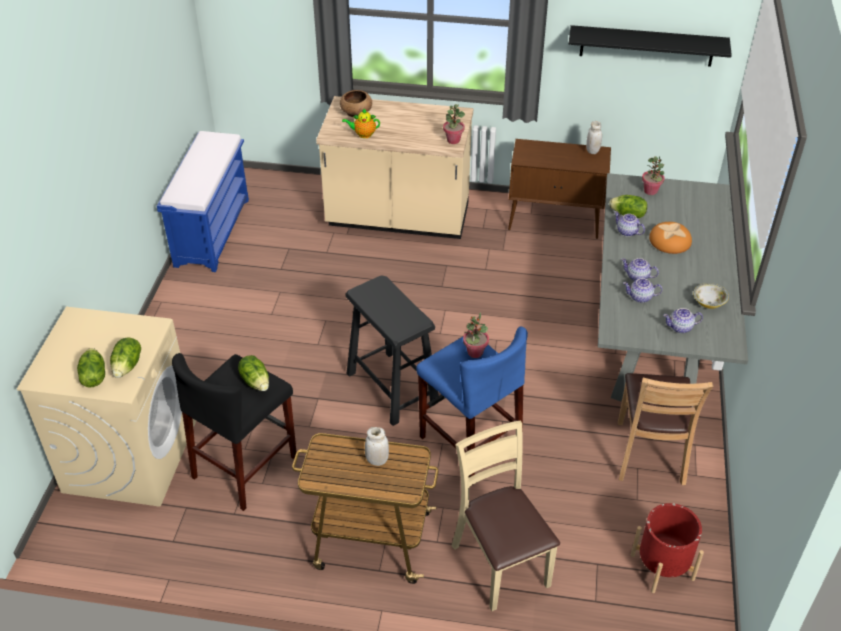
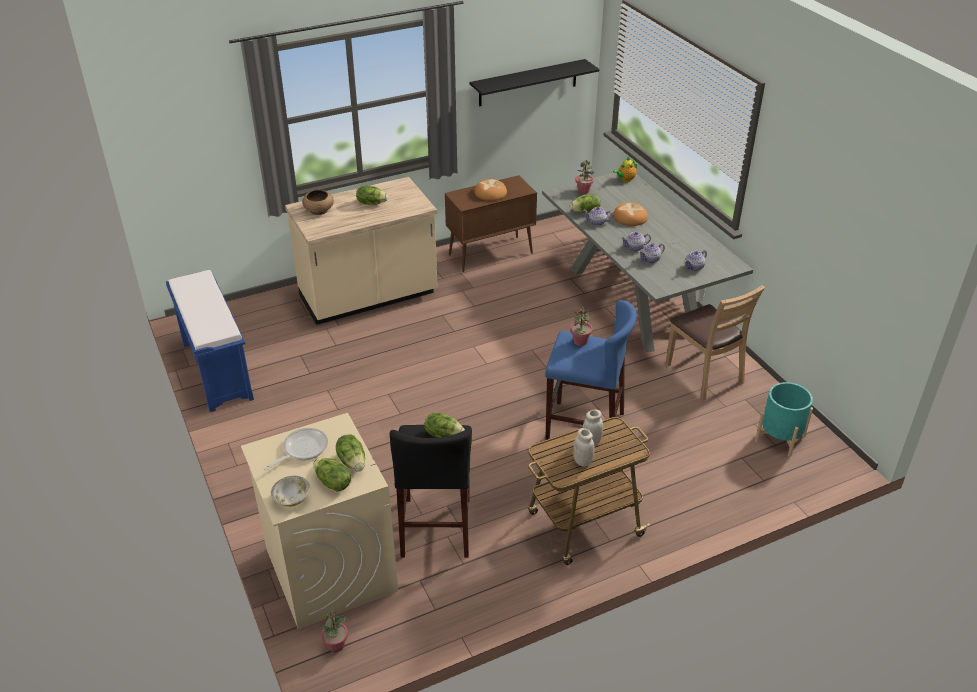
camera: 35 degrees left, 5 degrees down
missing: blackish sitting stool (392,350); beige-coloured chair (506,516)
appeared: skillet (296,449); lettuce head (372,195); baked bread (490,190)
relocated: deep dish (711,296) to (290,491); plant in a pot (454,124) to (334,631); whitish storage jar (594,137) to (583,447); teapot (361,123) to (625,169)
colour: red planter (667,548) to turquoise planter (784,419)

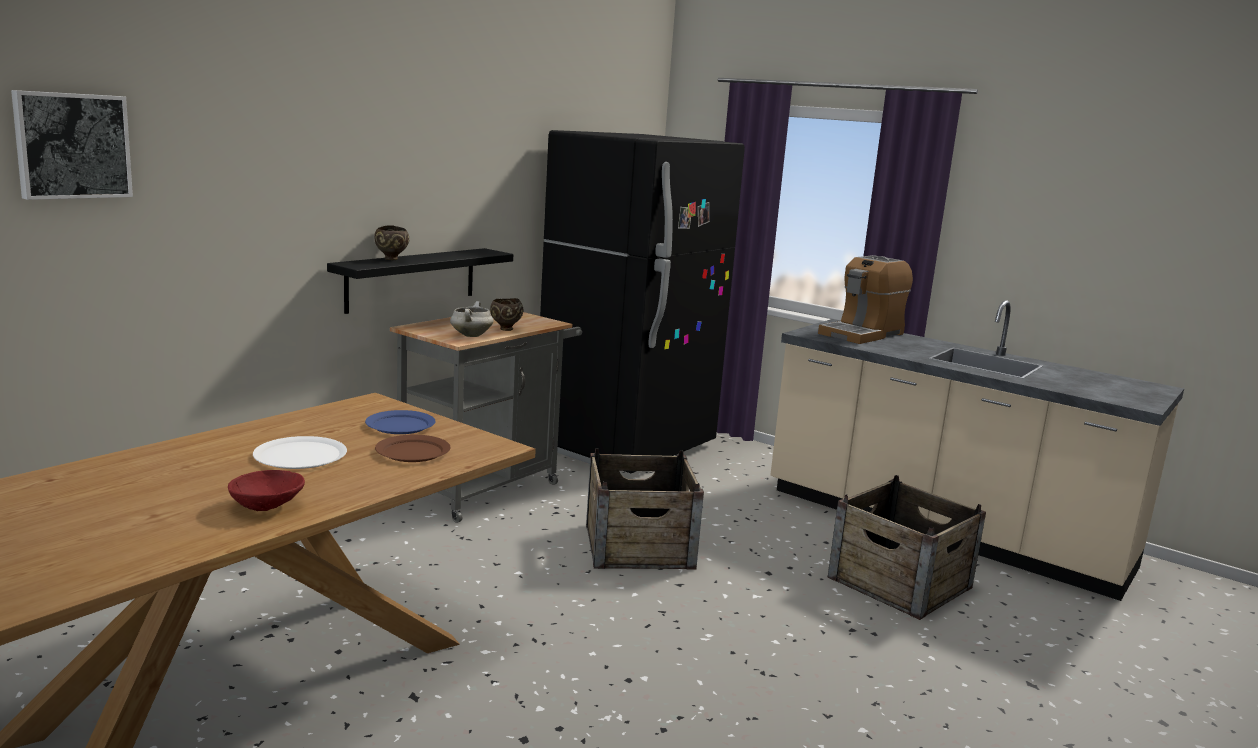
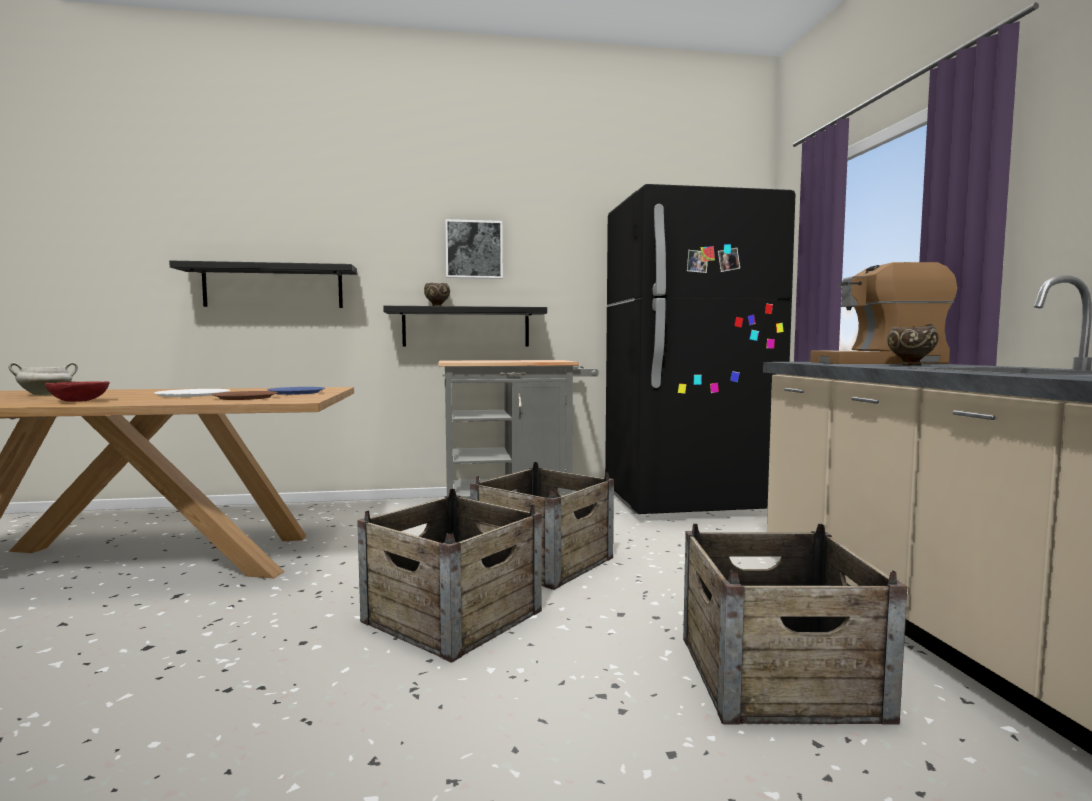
camera: 45 degrees right, 10 degrees down
appeared: blackish bracket shelf (263,284); crate (449,576)
relocated: whitish cooking pot (472,319) to (43,379); wall picture (72,145) to (474,249); brown deep dish (506,314) to (913,345)

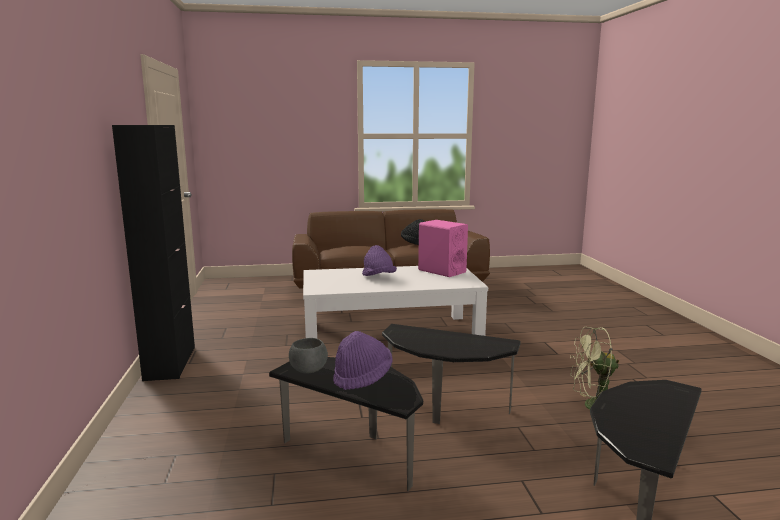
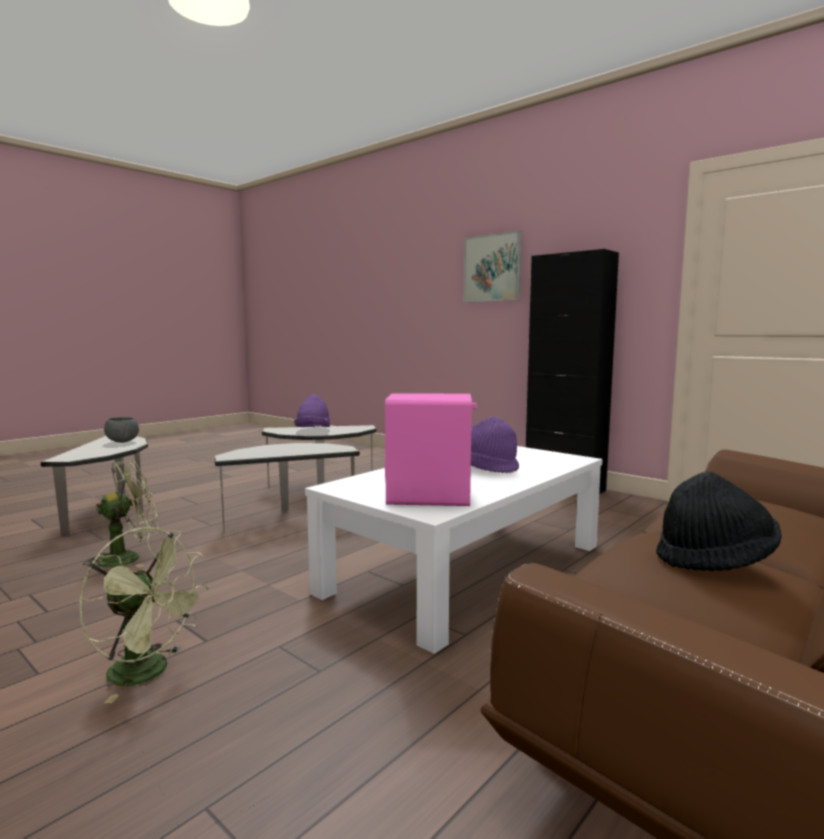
camera: 140 degrees right, 5 degrees down
appeared: green fan (143,615); wall picture (493,266)
relocated: greyish deep dish (308,356) to (121,430)

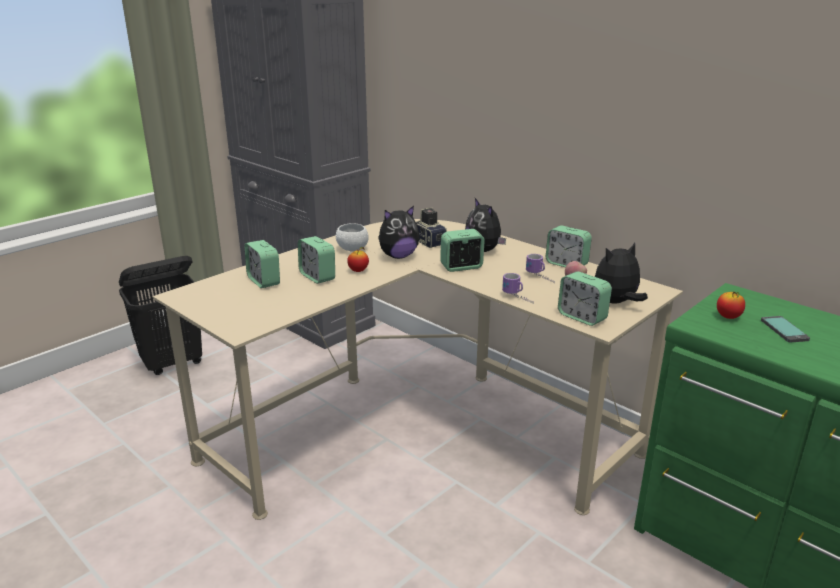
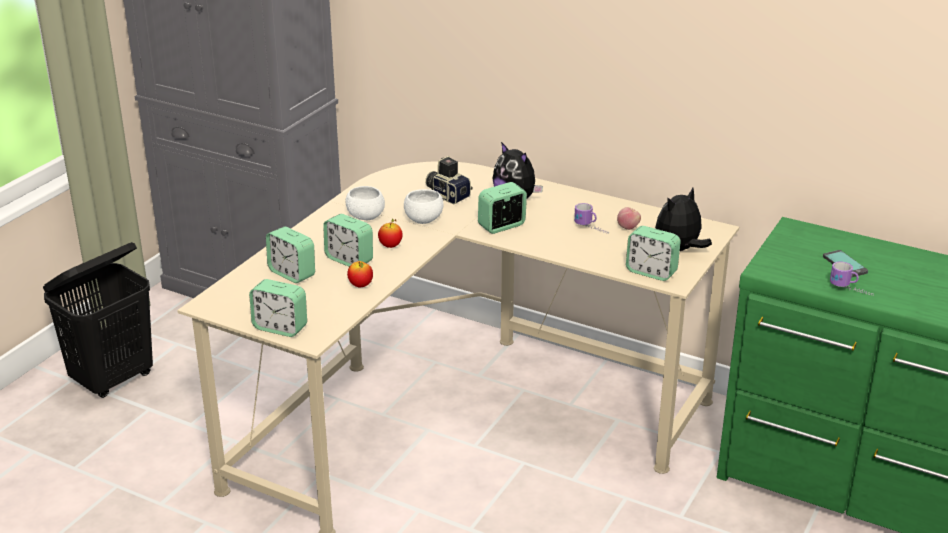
camera: 15 degrees left, 5 degrees up
relocated: alarm clock (569,246) to (278,308); whole apple (731,305) to (360,274); mug (518,288) to (852,278)
exchanged: plush toy (399,232) to whitish deep dish (423,206)

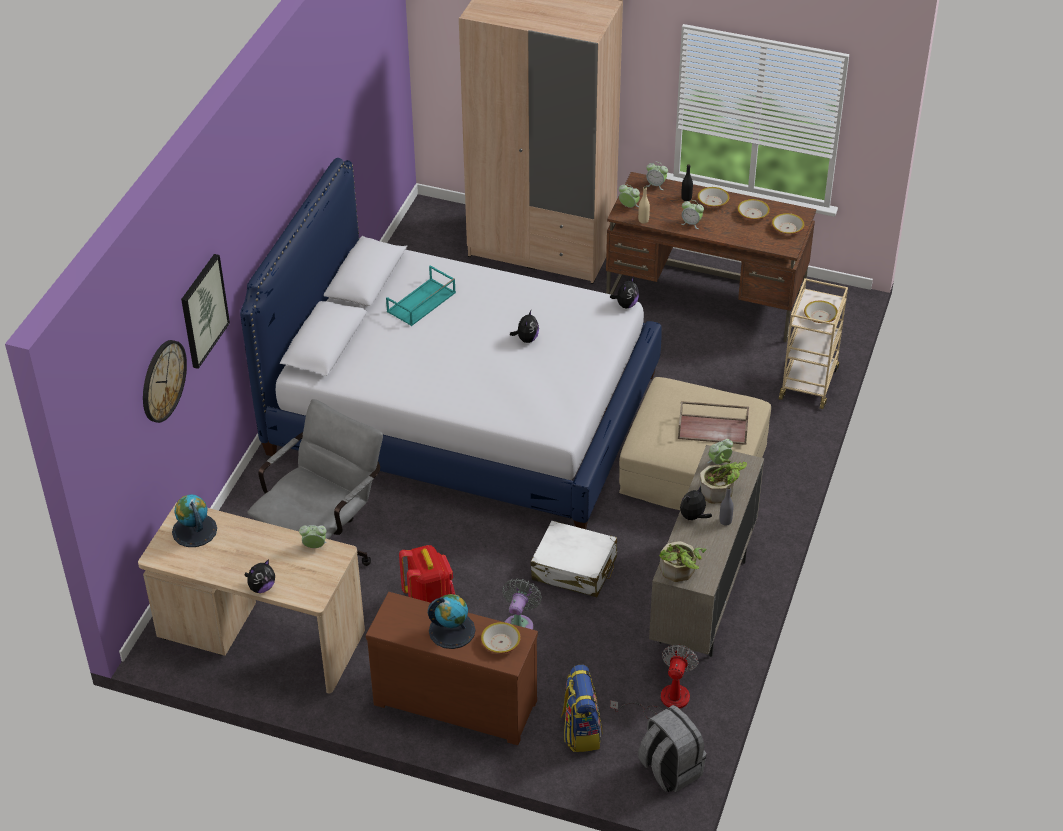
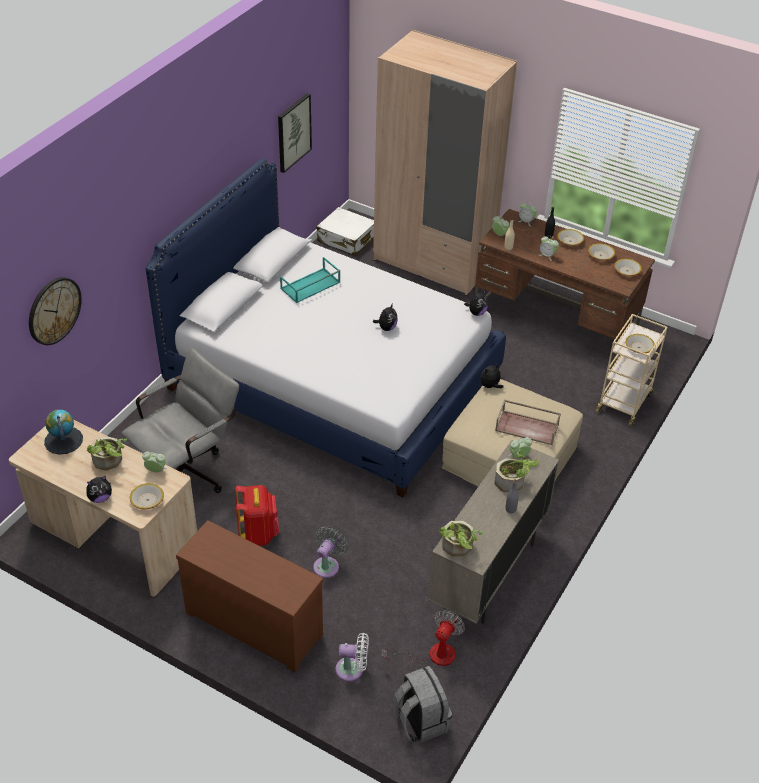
camera: 10 degrees right, 0 degrees up
missing: world globe (452,621)
appeared: plant in a pot (107,453)
relocated: deep dish (501,638) to (147,496); wall picture (205,311) to (295,133); whitish travel case (574,559) to (345,231); plush toy (696,504) to (491,376)
exchanged: knapsack (581,708) to whitish fan (352,657)

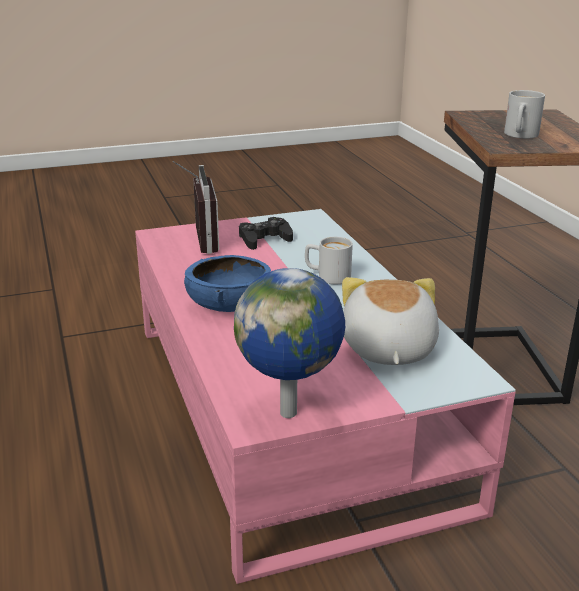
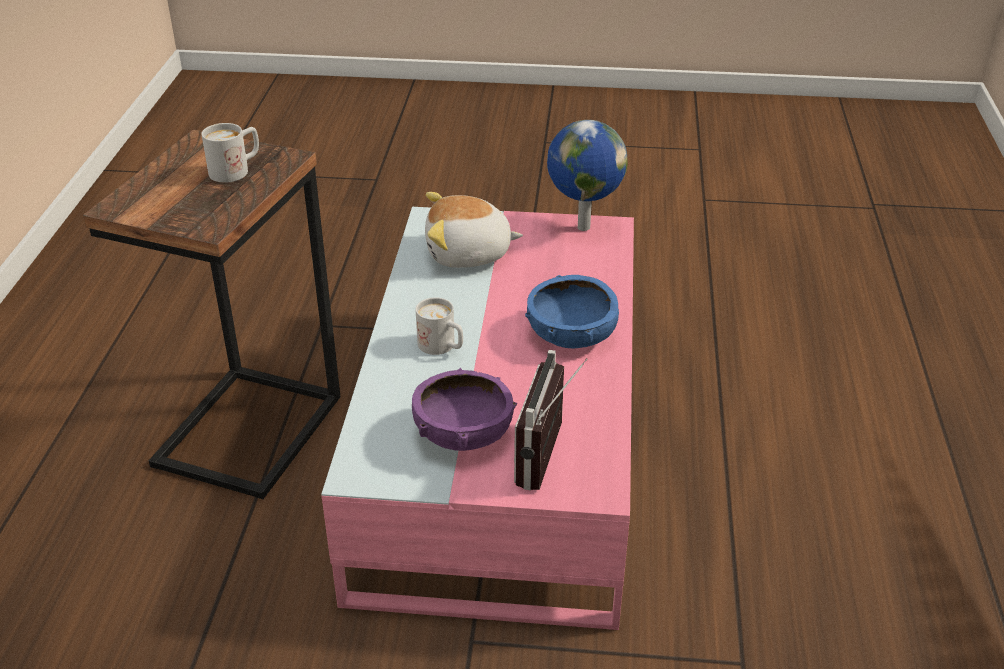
camera: 155 degrees left, 10 degrees up
exchanged: blackish game controller (266,233) to purplish deep dish (465,409)
spun: plush toy (390,321) = (474,230) 60 degrees clockwise

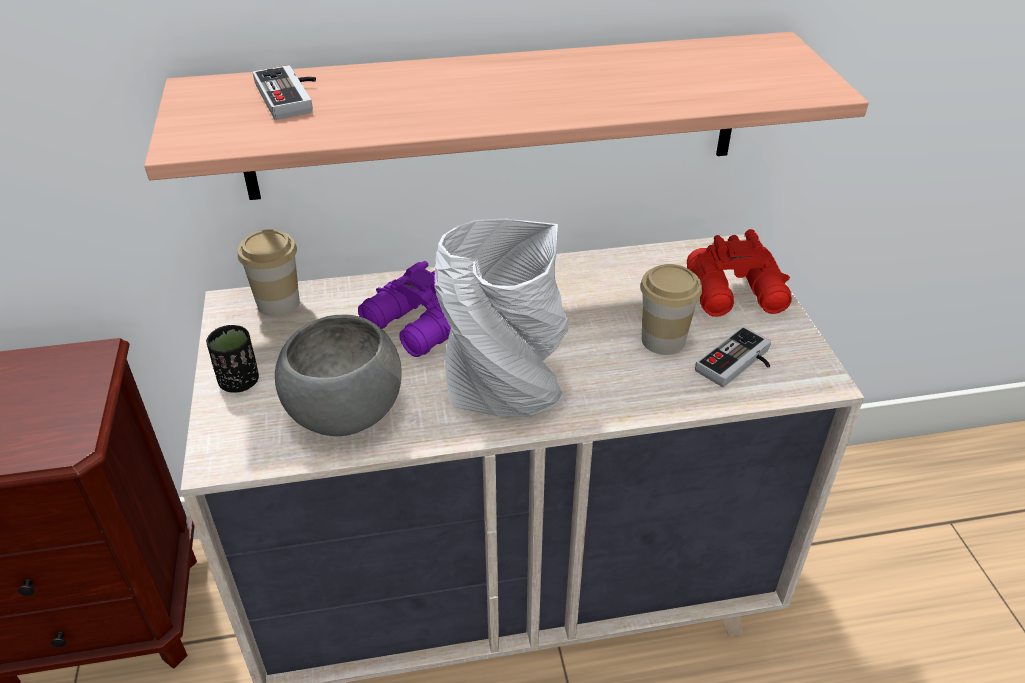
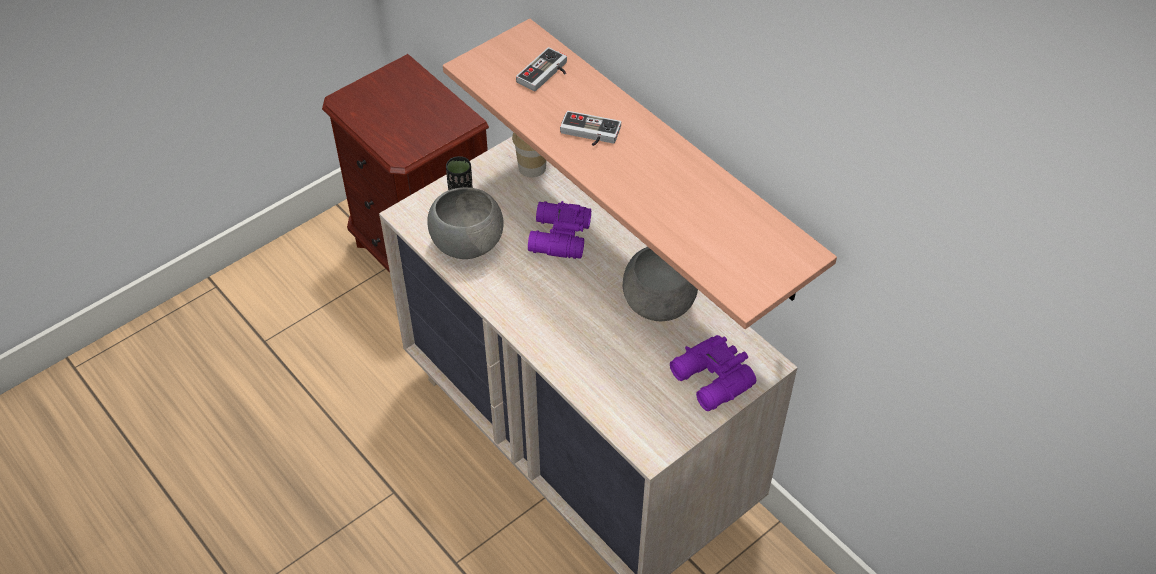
camera: 60 degrees right, 10 degrees up
missing: greyish flower vase (501,318); drinking cup (671,309)
appeared: greyish deep dish (660,284)
relocated: game controller (733,356) to (590,128)
colour: red pair of binoculars (739,273) to purplish pair of binoculars (713,373)

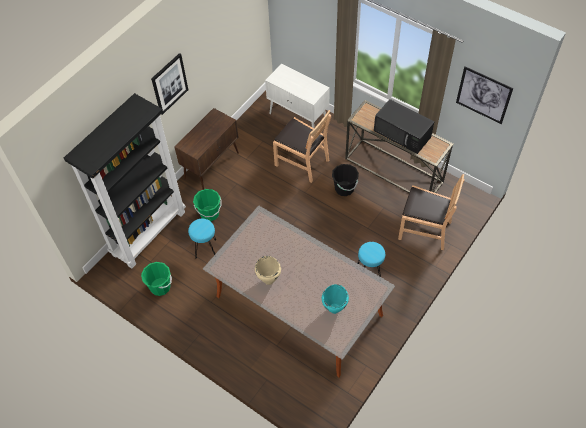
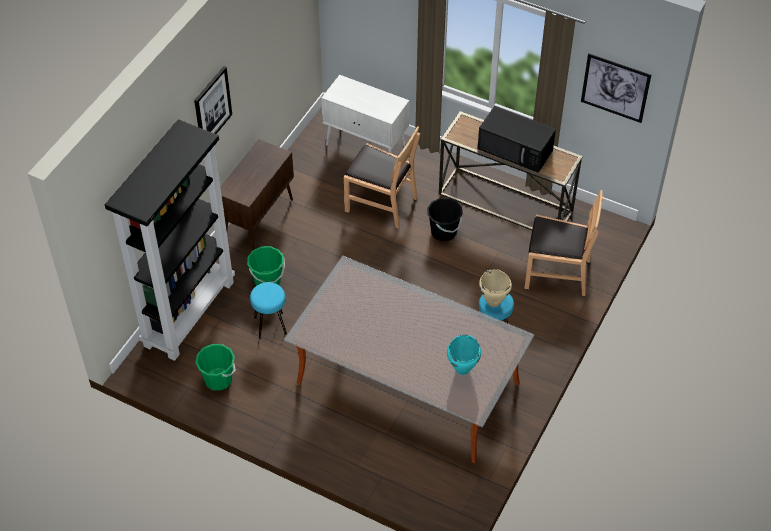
camera: 10 degrees left, 5 degrees down
relocated: beige-coloured cooking pot (268,270) to (495,288)

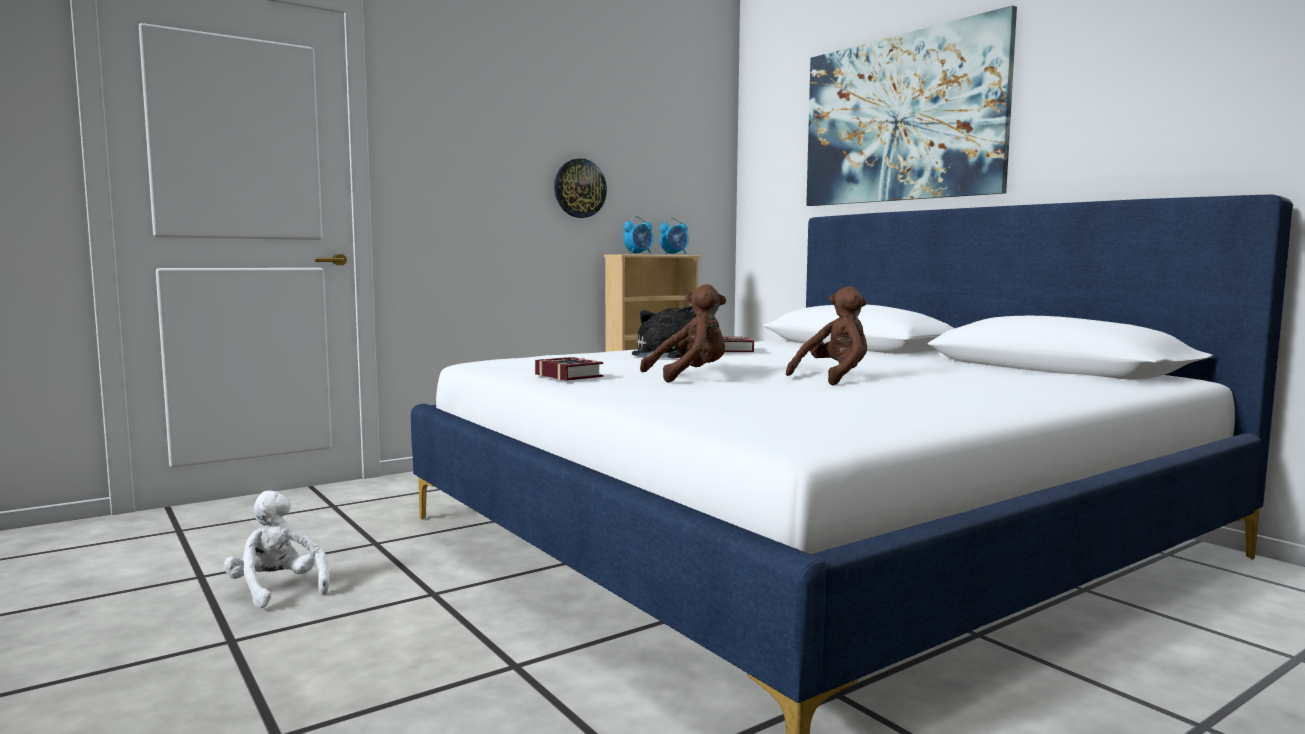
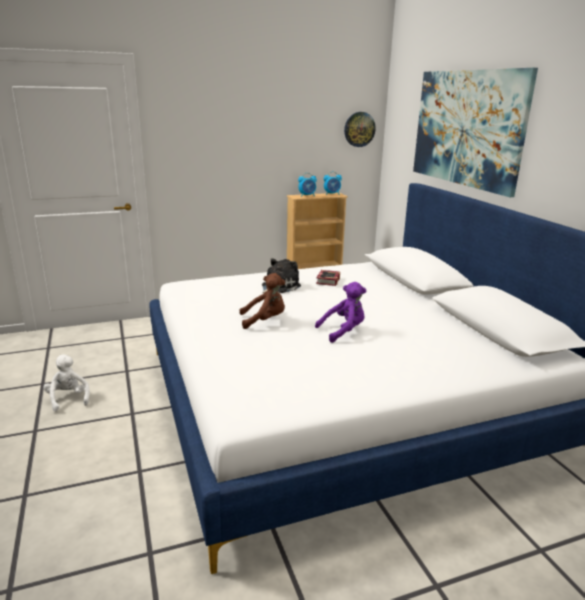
camera: 15 degrees right, 15 degrees up
missing: bound book (569,369)
relocated: wall clock (580,188) to (360,129)
colour: brown plush toy (826,336) to purplish plush toy (340,312)

